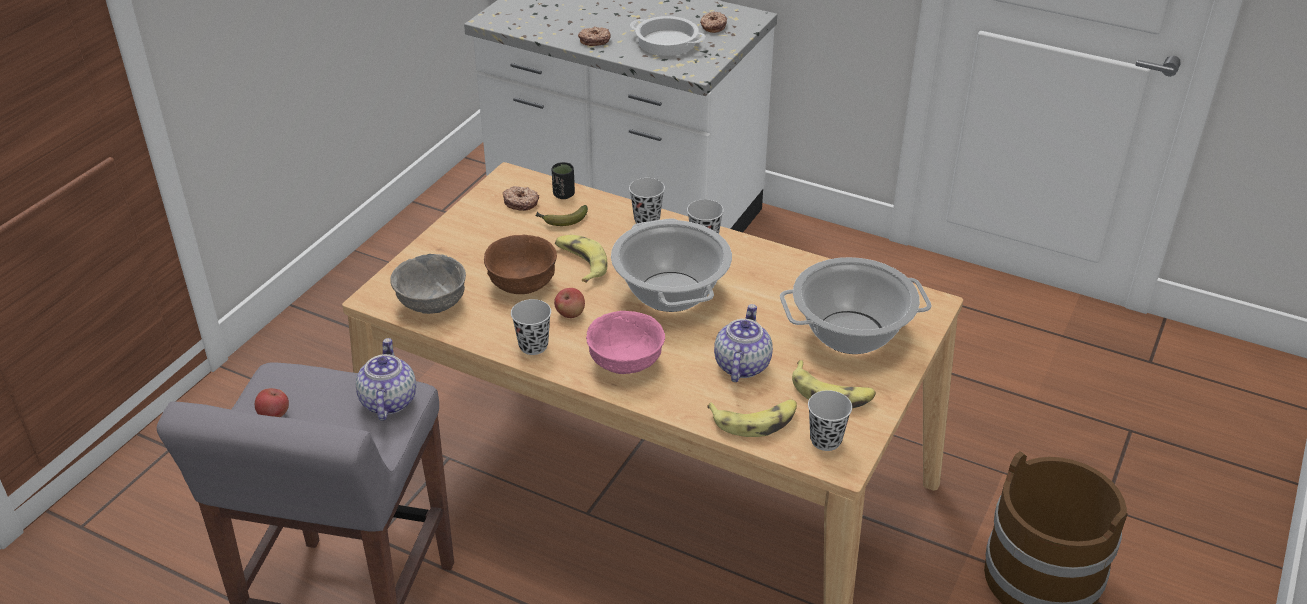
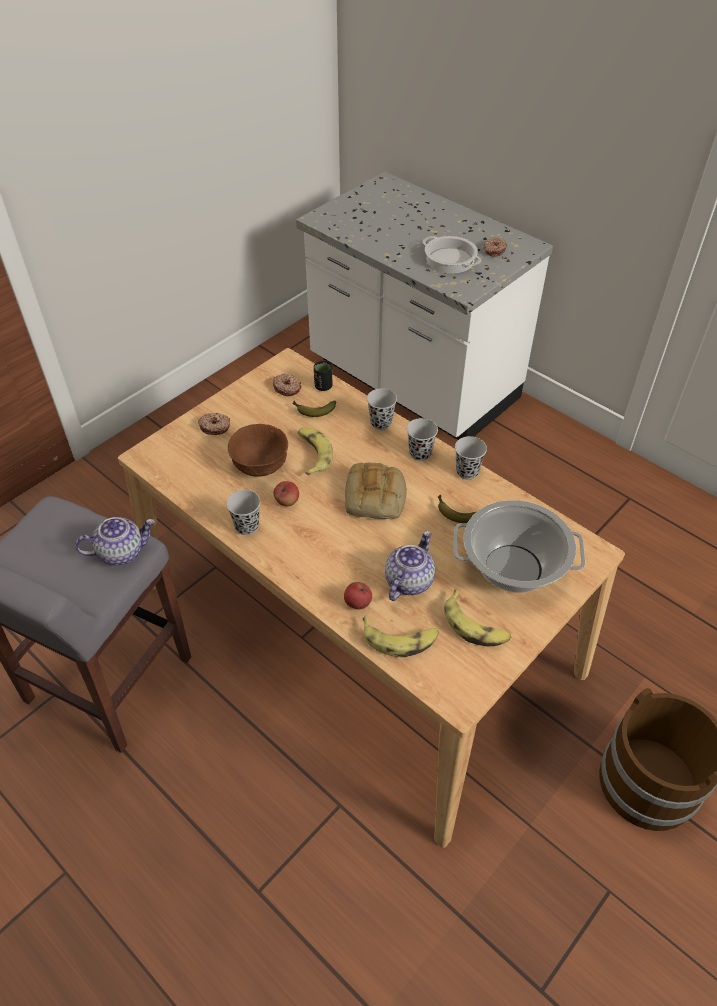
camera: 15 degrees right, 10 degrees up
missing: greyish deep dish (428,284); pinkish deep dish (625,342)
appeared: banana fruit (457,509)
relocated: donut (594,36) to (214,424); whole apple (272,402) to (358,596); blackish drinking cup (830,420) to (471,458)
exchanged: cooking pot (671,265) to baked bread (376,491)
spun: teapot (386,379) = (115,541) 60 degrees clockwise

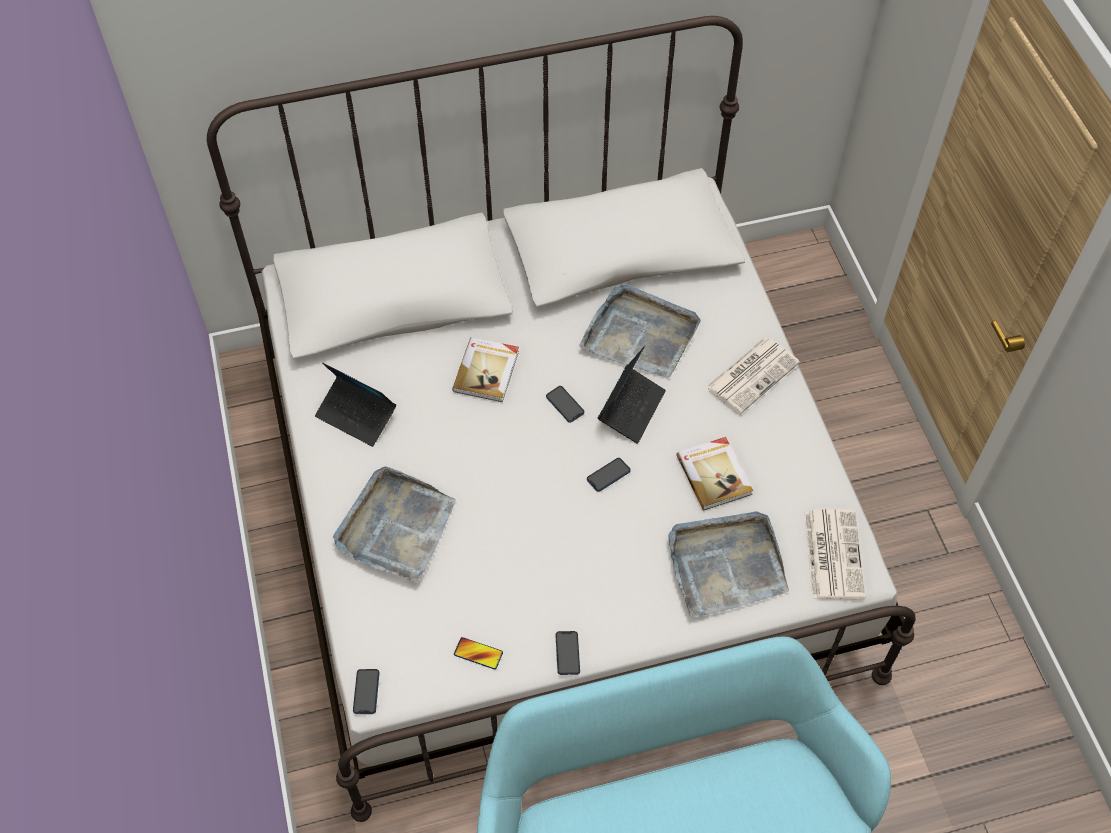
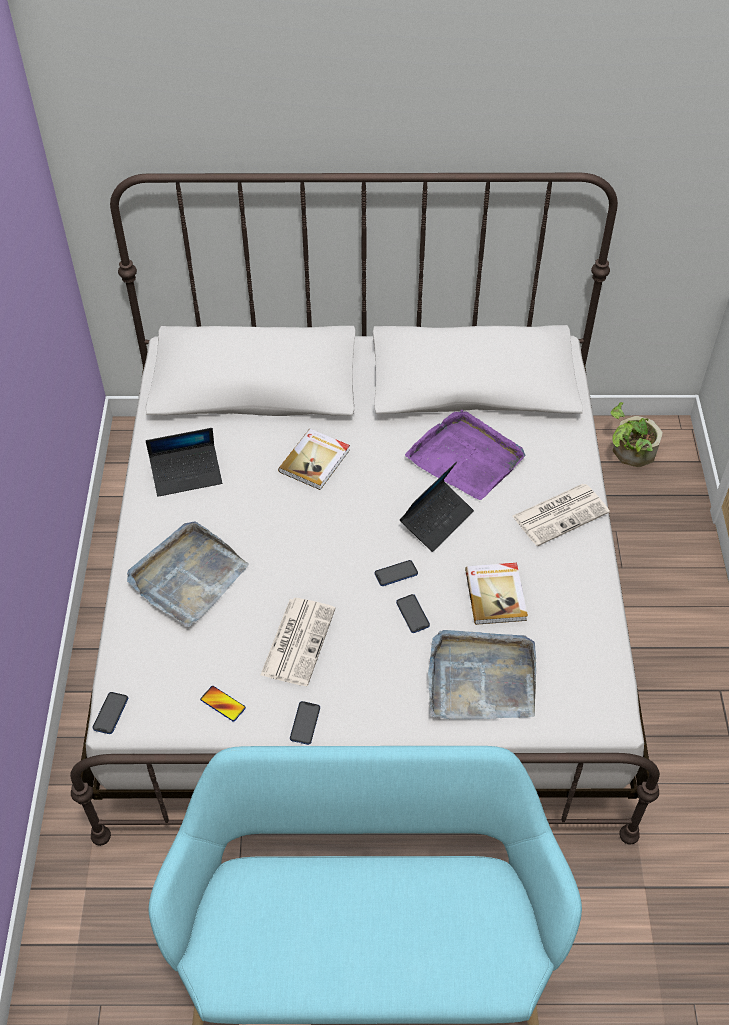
camera: 15 degrees right, 5 degrees down
appeared: plant in a pot (636,434)
relocated: newspaper (835,554) to (298,642); handset (565,404) to (413,613)
colour: greyish tray (640,331) to purplish tray (465,455)
spun: laptop (355,405) = (184,462) 60 degrees counterclockwise

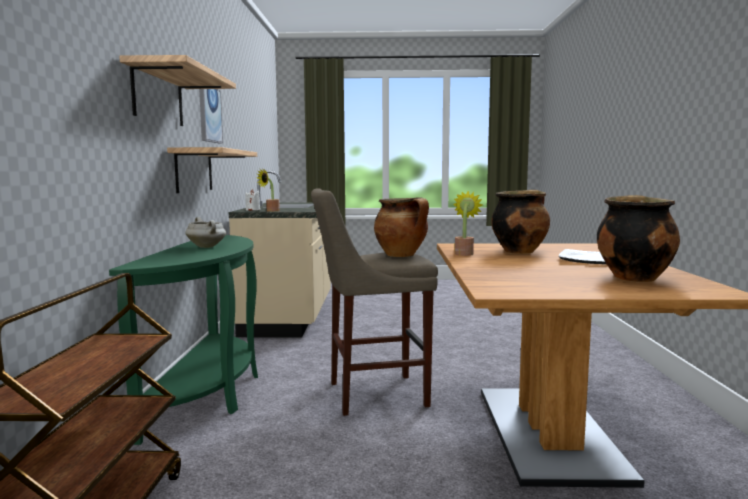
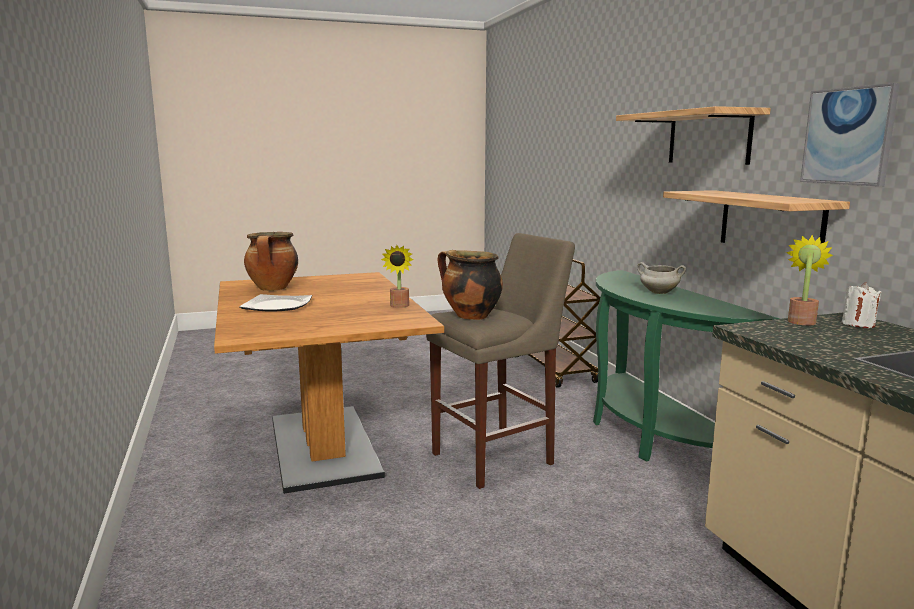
camera: 160 degrees right, 5 degrees up
missing: cooking pot (521,222)

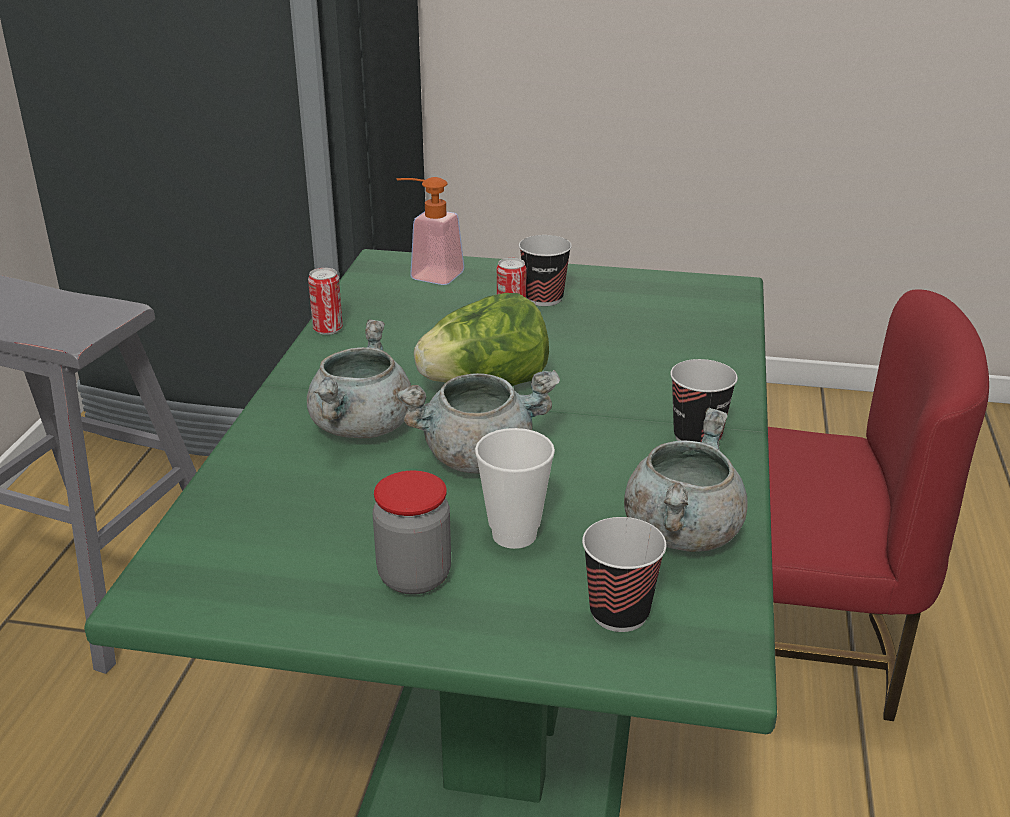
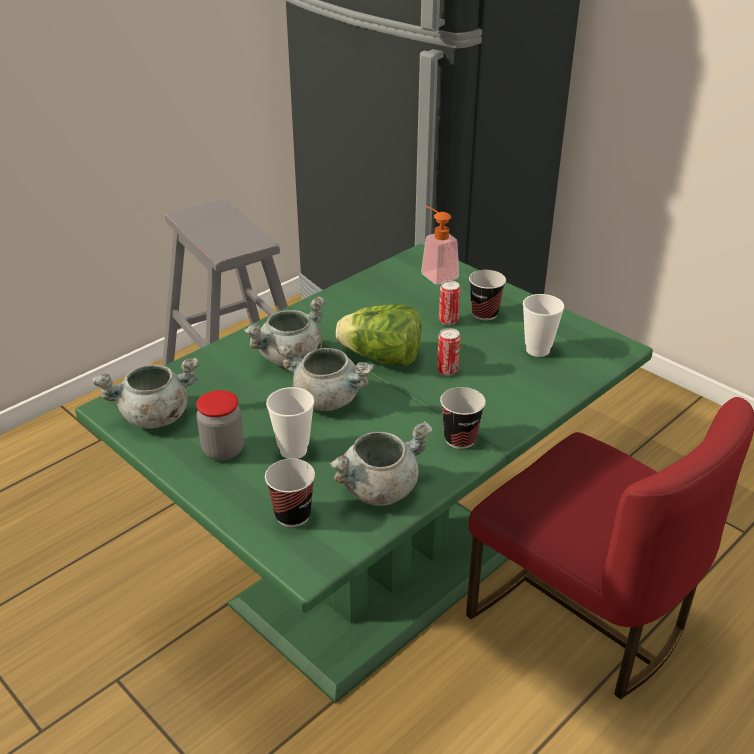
camera: 35 degrees right, 5 degrees up
appeared: greyish cooking pot (146,393); drinking cup (543,325)
relocated: sealed can (325,301) to (448,352)

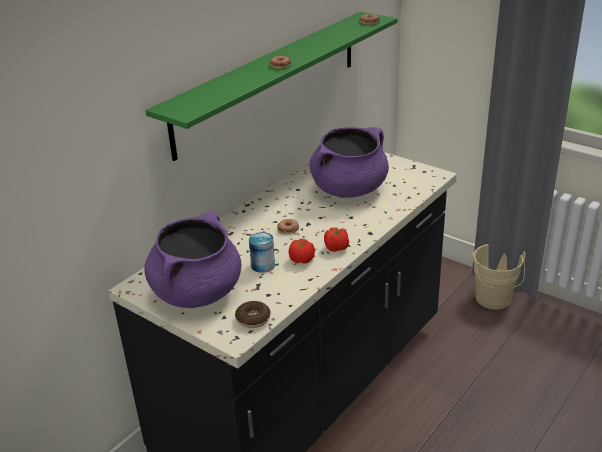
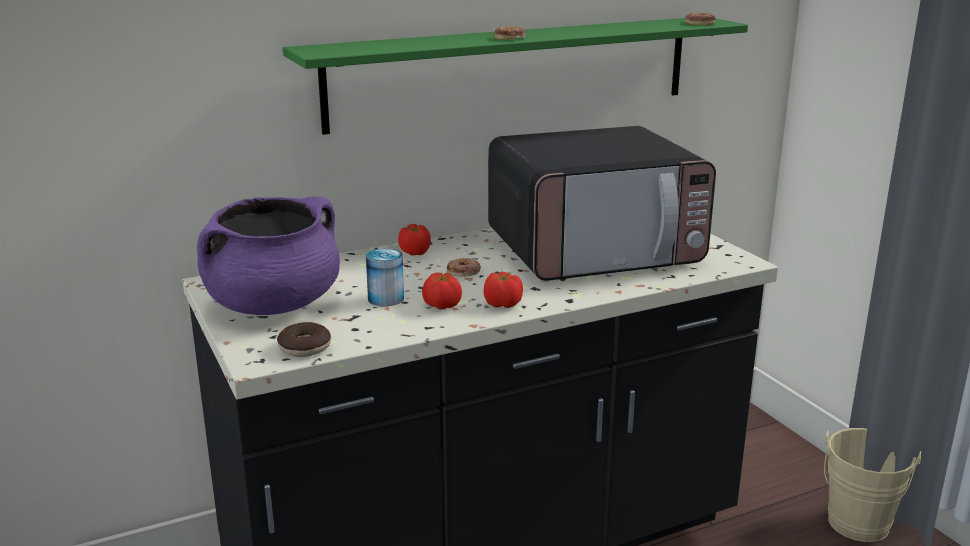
camera: 25 degrees right, 10 degrees down
appeared: fresh tomato (414,240)
exchanged: purplish cooking pot (349,162) to kitchen microwave (602,203)

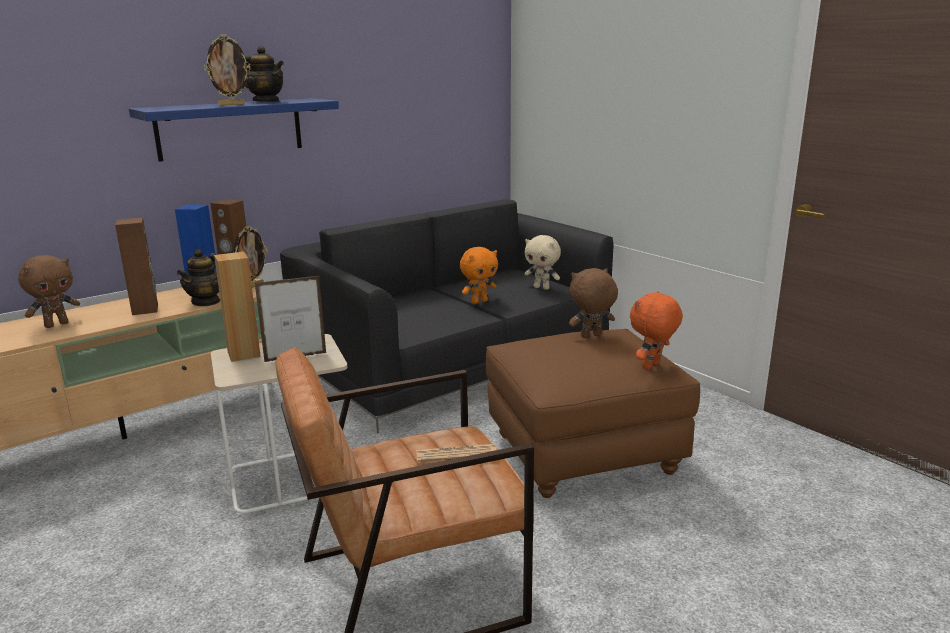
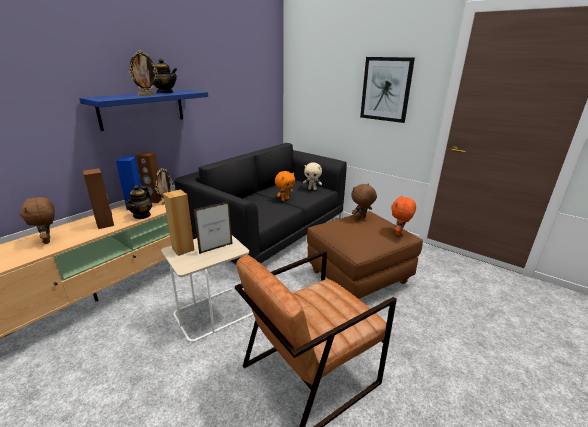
camera: 15 degrees left, 5 degrees up
missing: newspaper (456,453)
appeared: wall picture (387,90)
spun: brown plush toy (49,291) = (37,220) 120 degrees clockwise

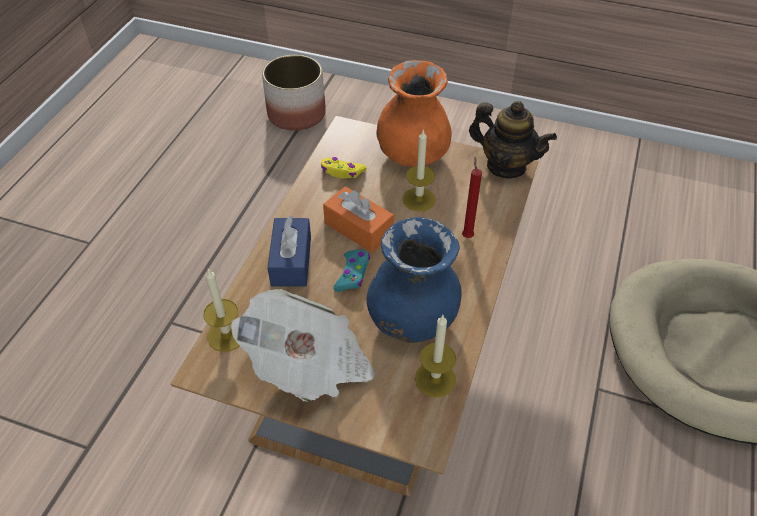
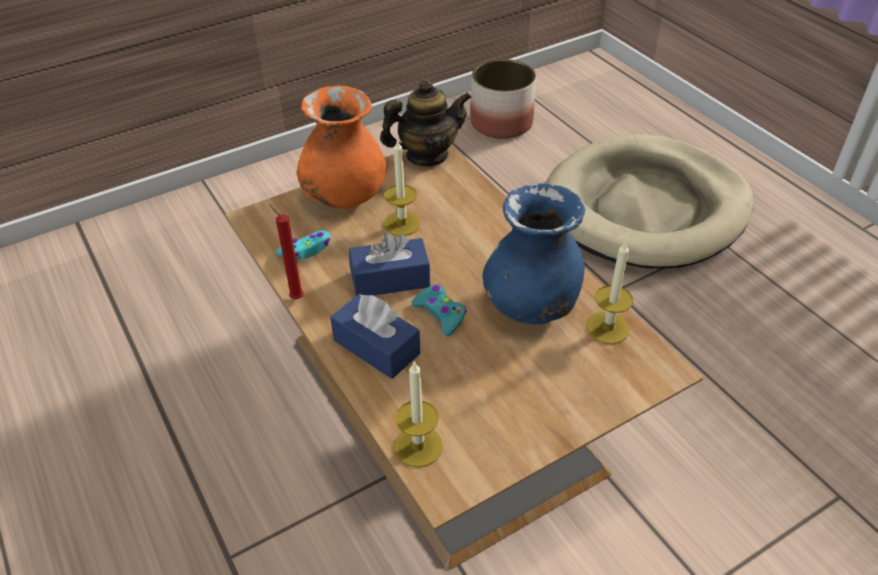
camera: 50 degrees left, 5 degrees down
missing: newspaper (303,345)
relocated: red candle (472,197) to (287,251); planter (294,93) to (503,99)
colour: yellow-coloured game controller (344,168) to turquoise game controller (303,245); orange-coloured tissue holder (358,219) to blue-coloured tissue holder (389,264)

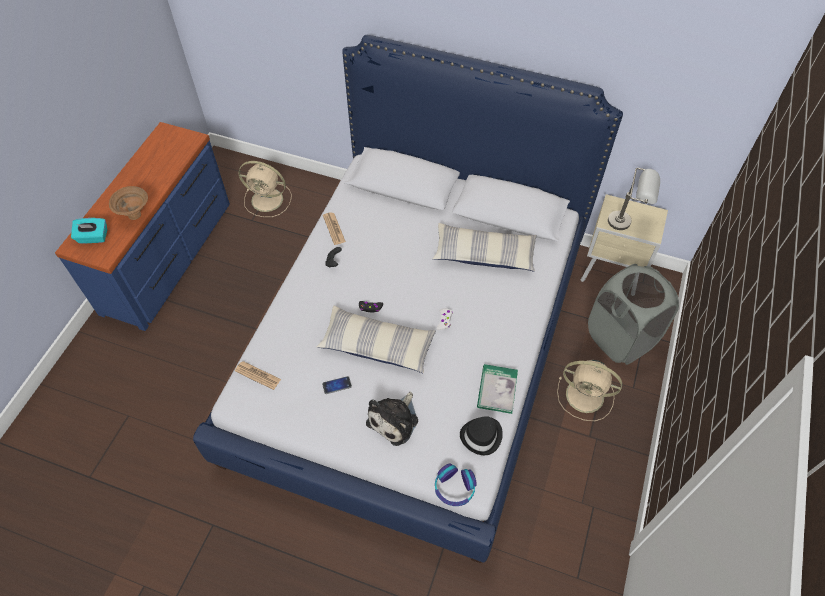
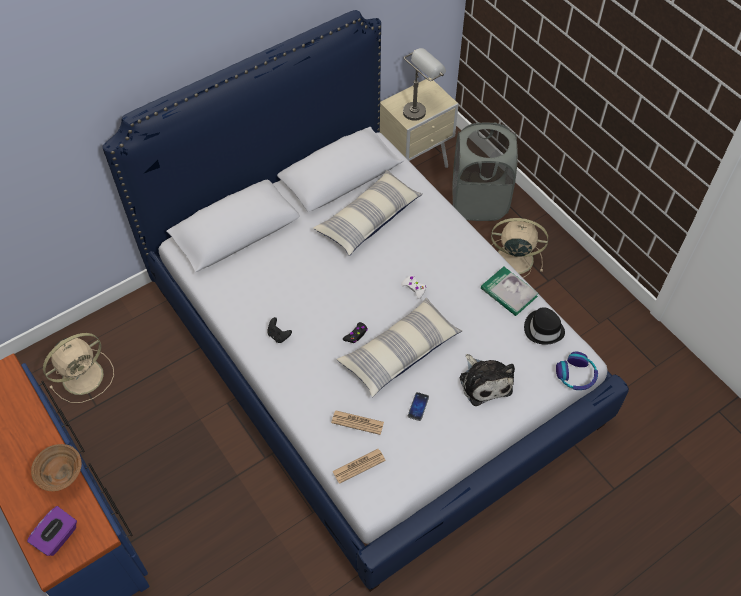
camera: 55 degrees left, 0 degrees up
relocated: newspaper (334,228) to (357,422)
colour: turquoise tissue holder (89,231) to purplish tissue holder (52,531)
spun: beige-coloured fan (589,390) = (519,248) 135 degrees counterclockwise

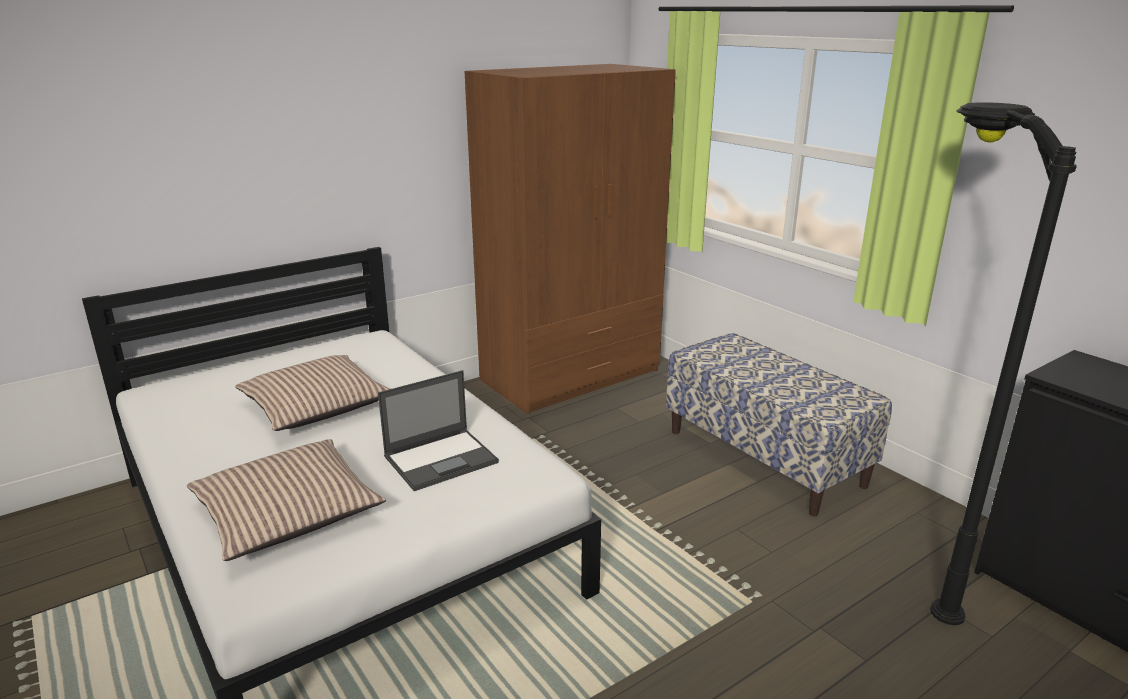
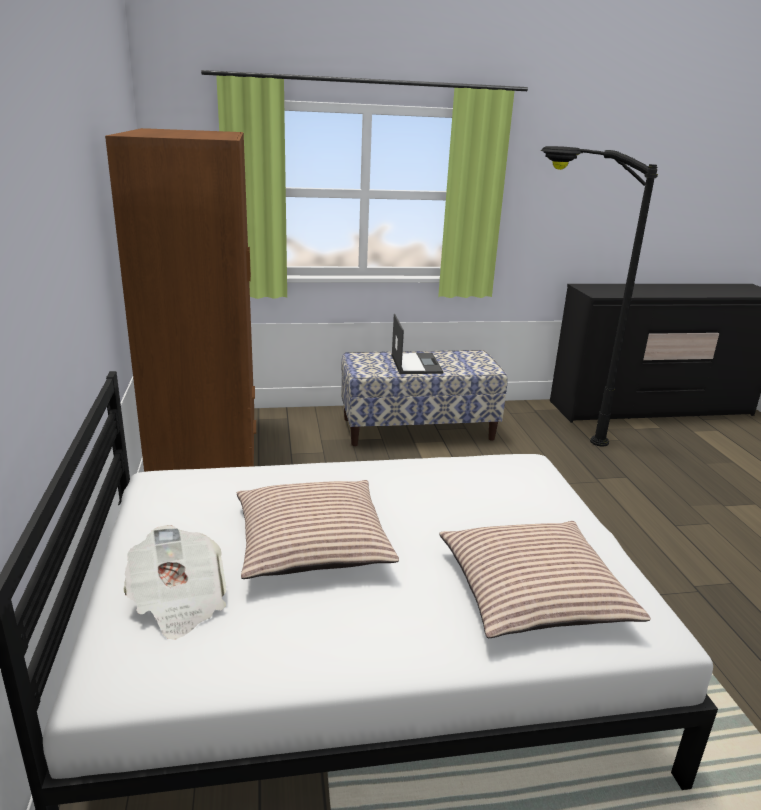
camera: 65 degrees left, 0 degrees up
appeared: newspaper (174,582)
relocated: laptop (438,430) to (417,344)

